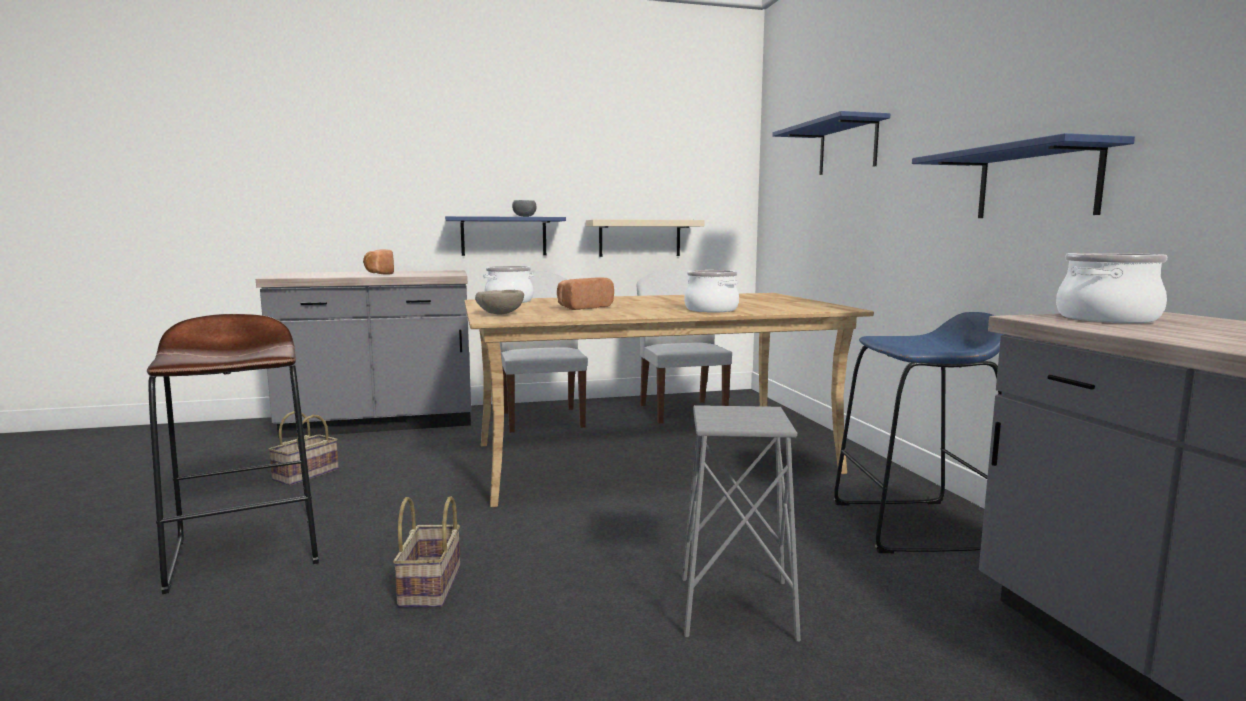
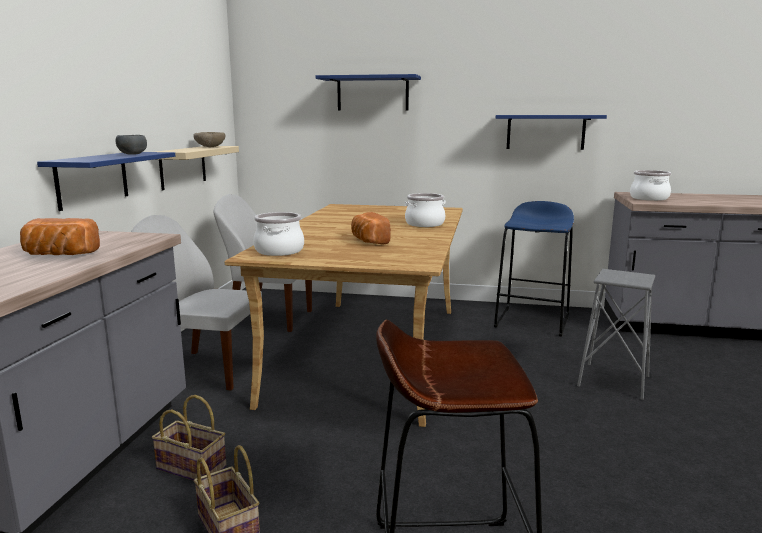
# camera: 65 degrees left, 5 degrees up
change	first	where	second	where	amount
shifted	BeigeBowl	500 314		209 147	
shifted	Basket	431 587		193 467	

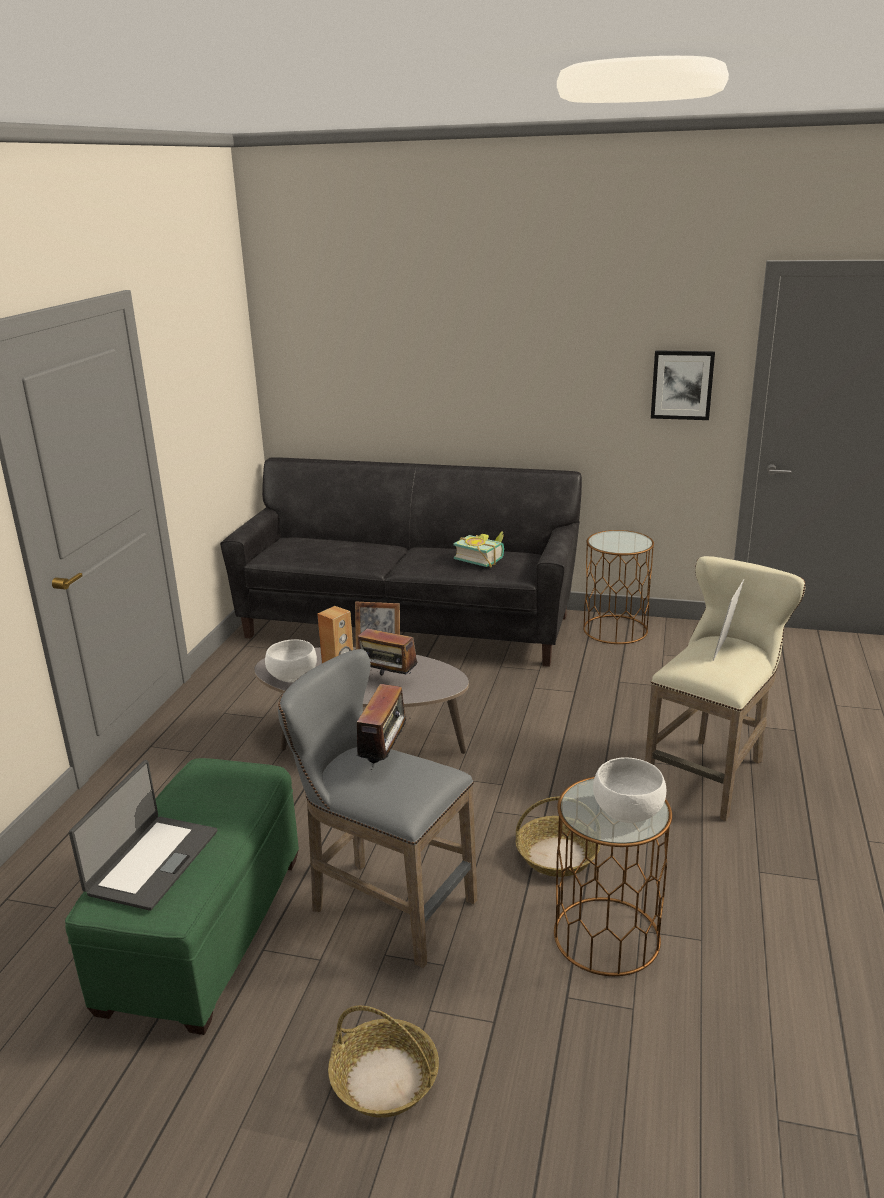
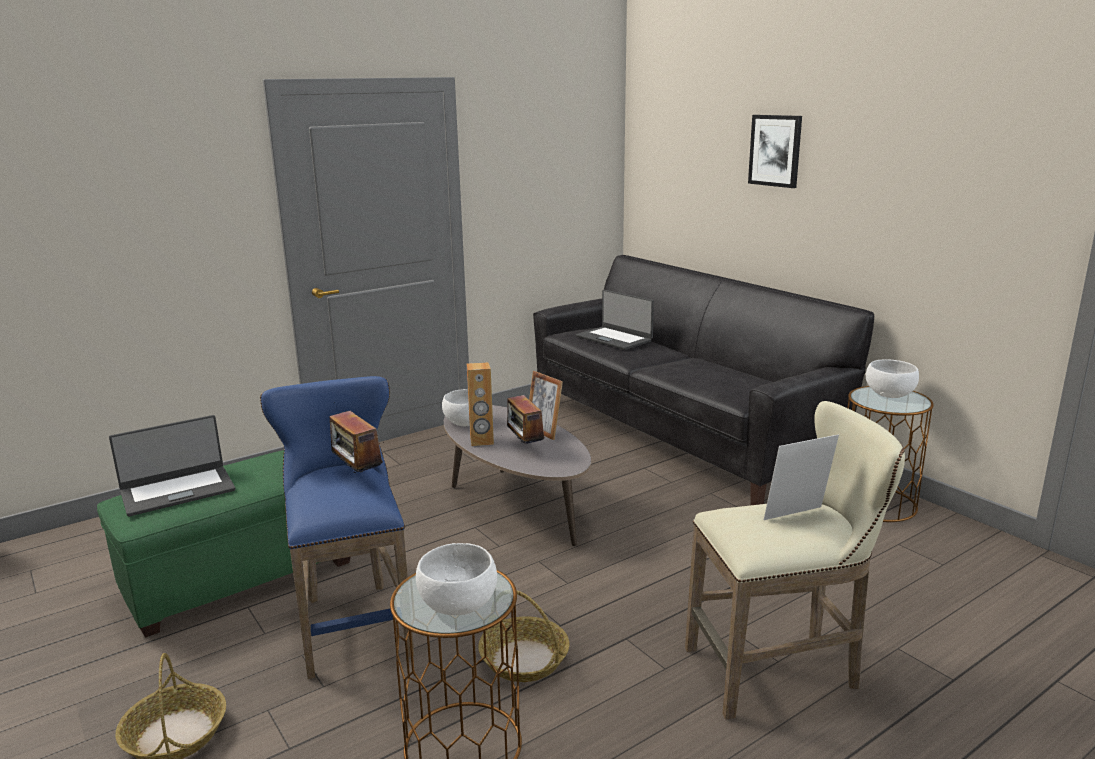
# camera: 40 degrees right, 5 degrees down
change	first	where	second	where	amount
shifted	Picture	682 385		775 150	
gone	Book	481 559			
repainted	GreyStool	384 905	BlueStool	353 622	
rotated	Radio	384 756		357 477	90 degrees clockwise
new			Laptop	614 338	
new			WhiteBowl	889 394	

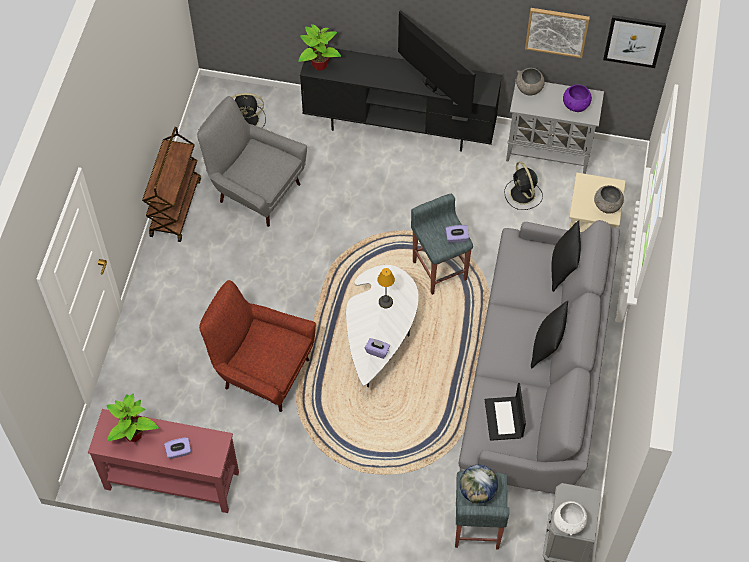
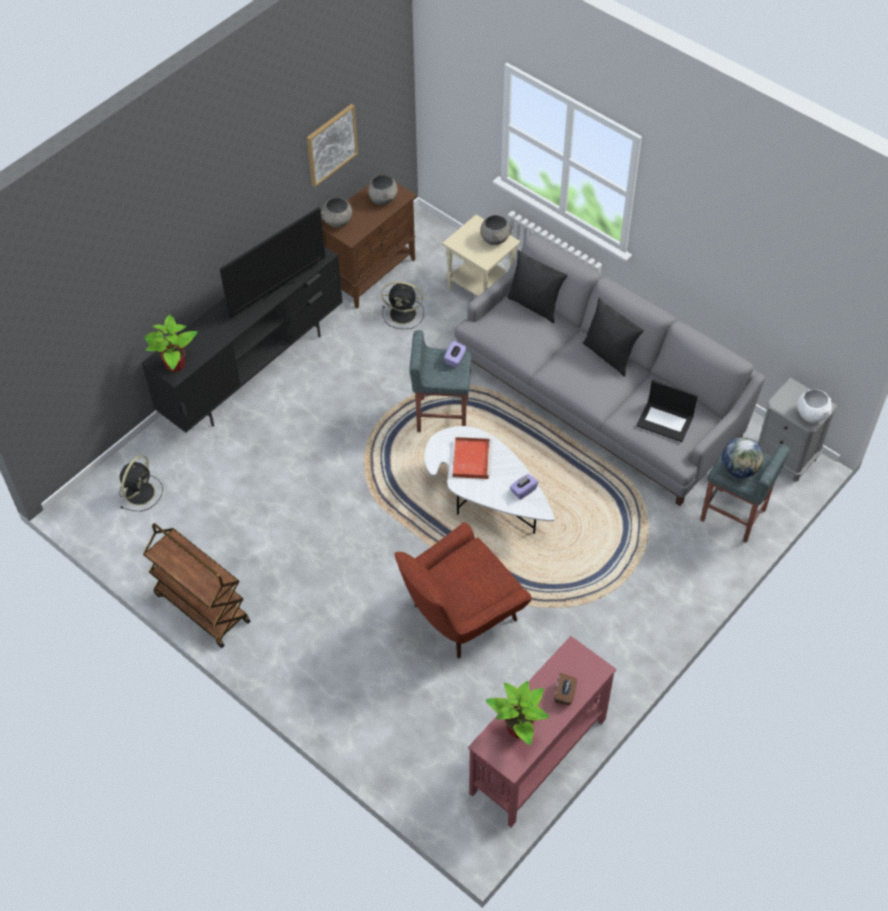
# camera: 60 degrees left, 5 degrees down
change	first	where	second	where	amount
rotated	Television	432 86		276 289	150 degrees clockwise
gone	Picture	634 40			
repainted	GreyCabinet	549 152	BrownCabinet	371 273	
repainted	PurpleBowl	576 106	GreyBowl	383 199	
gone	GreyArmchair	255 190			
swapped	TableLamp	385 301	RedTray	471 458	
repainted	PurpleTissueBox	179 452	BrownTissueBox	564 694	

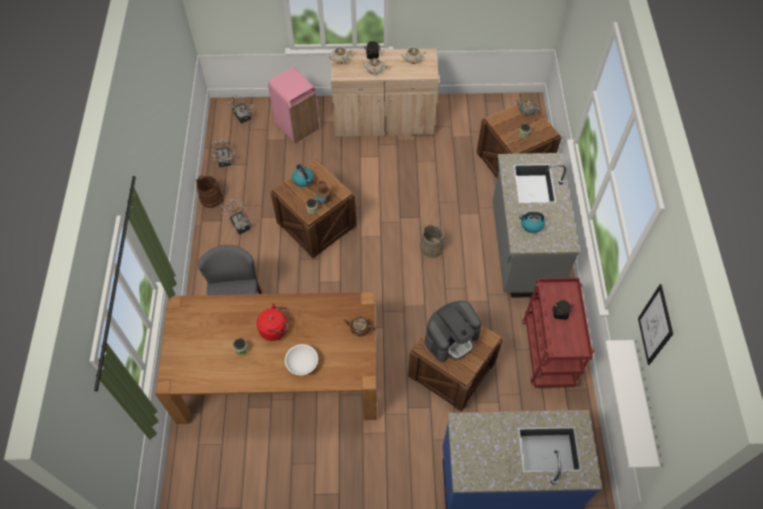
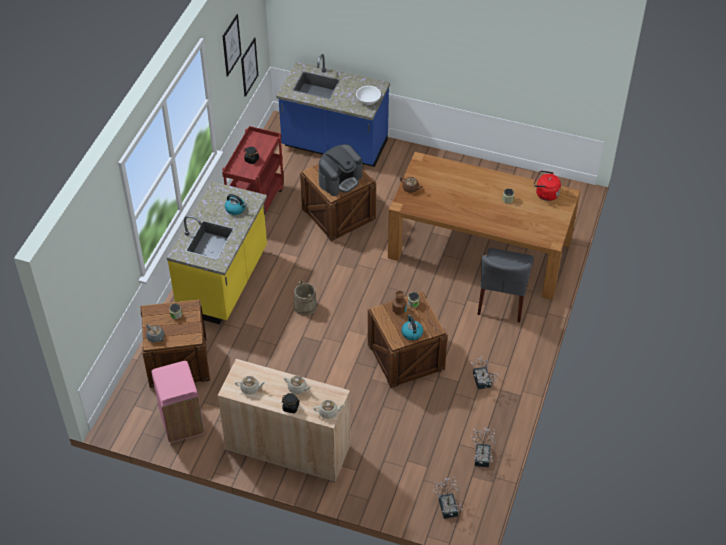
# camera: 160 degrees left, 10 degrees down
change	first	where	second	where	amount
shifted	PinkTrashCan	297 126		181 423	
repainted	GreyCounter	522 249	YellowCounter	224 281	
gone	BrownBucket	211 198			
rotated	CoffeeMachine	451 338		340 180	150 degrees clockwise
shifted	RedKettle	275 329		545 194	
swapped	WhiteShelf	641 405	Picture	249 67	
shifted	WhiteBowl	302 364		368 100	

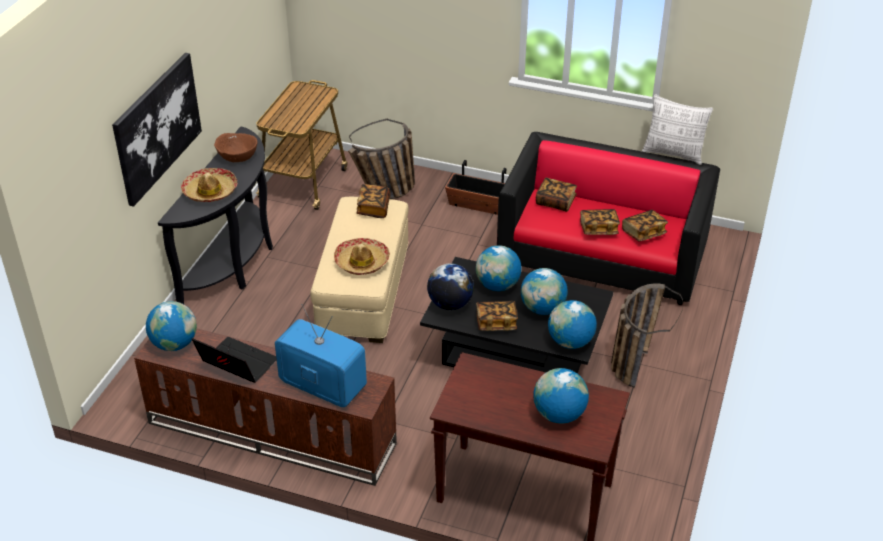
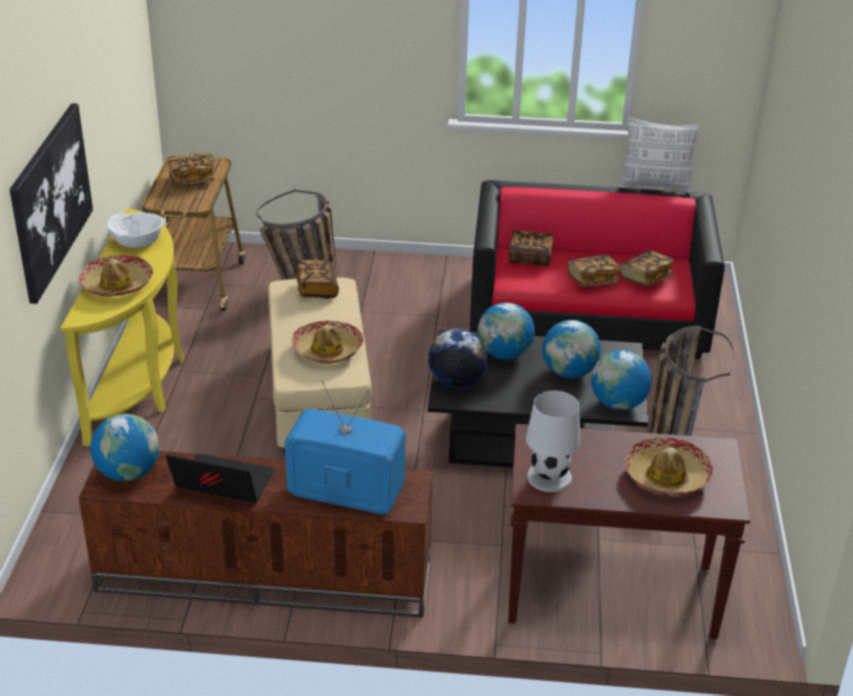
# camera: 15 degrees left, 5 degrees down
change	first	where	second	where	amount
repainted	BlackConsoleTable	235 263	YellowConsoleTable	141 384	
repainted	BrownBowl	237 156	WhiteBowl	137 241	
gone	Planter	478 205			
shifted	Book	496 323		192 180	
swapped	Globe	559 414	Hat	667 476	
new			WhiteTableLamp	549 476	

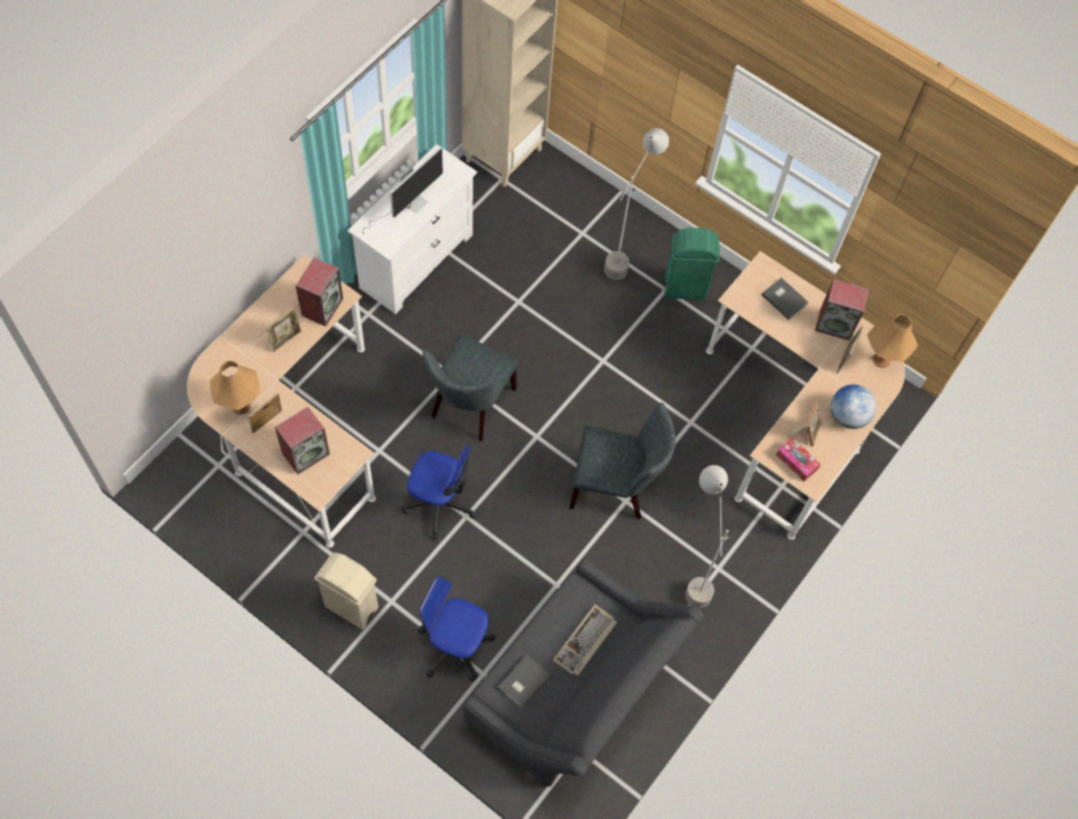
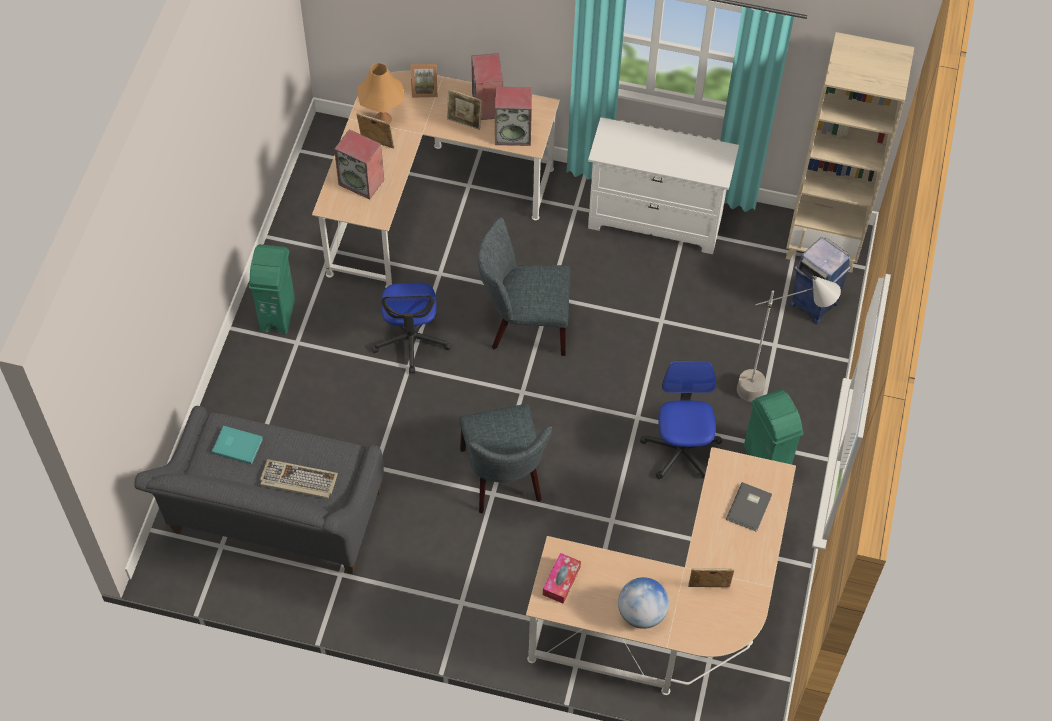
# camera: 70 degrees right, 5 degrees down
change	first	where	second	where	amount
gone	Monitor	407 205			
shifted	Speaker	835 324		488 105	
gone	OrangeTableLamp	881 360			
shifted	PictureFrame	806 431		424 89	
gone	GreyFloorLamp	692 574			
repainted	BeigeTrashCan	351 606	GreenTrashCan	278 314	
shifted	OfficeChair	455 645		681 450	
repainted	GreyBook	523 681	TurquoiseBook	237 445	
new			BlueTrashCan	813 303	

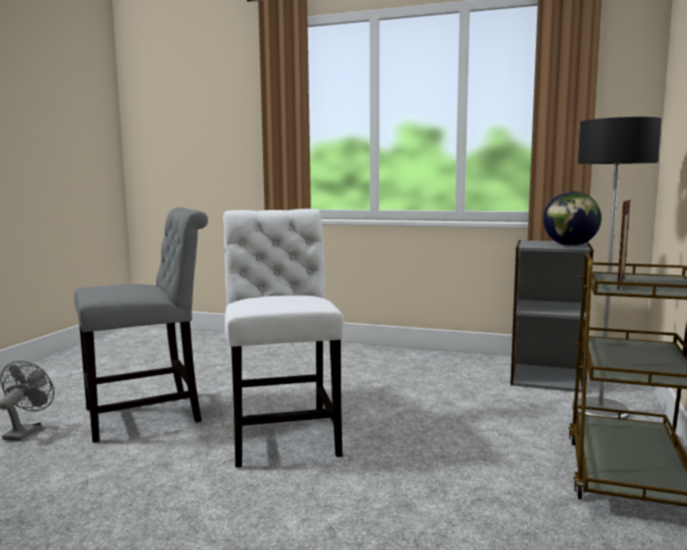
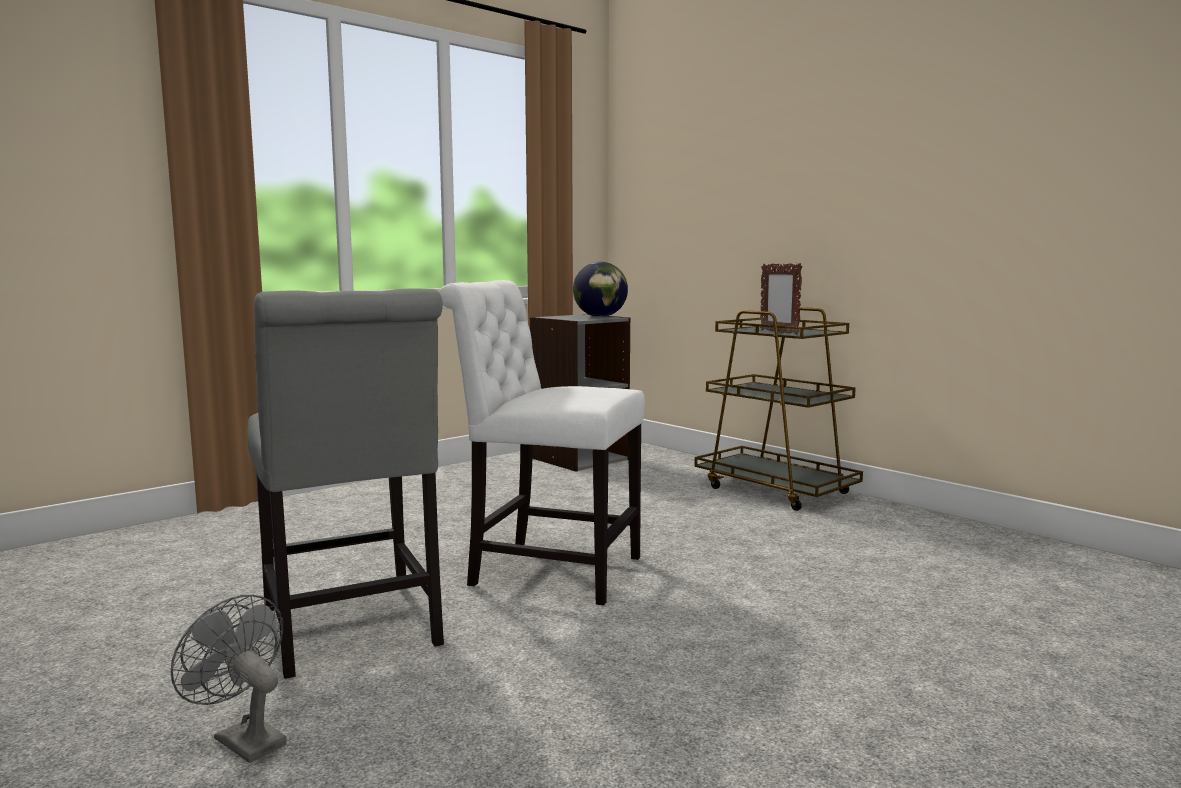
# camera: 60 degrees left, 0 degrees up
change	first	where	second	where	amount
gone	FloorLamp	600 411			
rotated	GreyChair	150 414		352 632	150 degrees clockwise

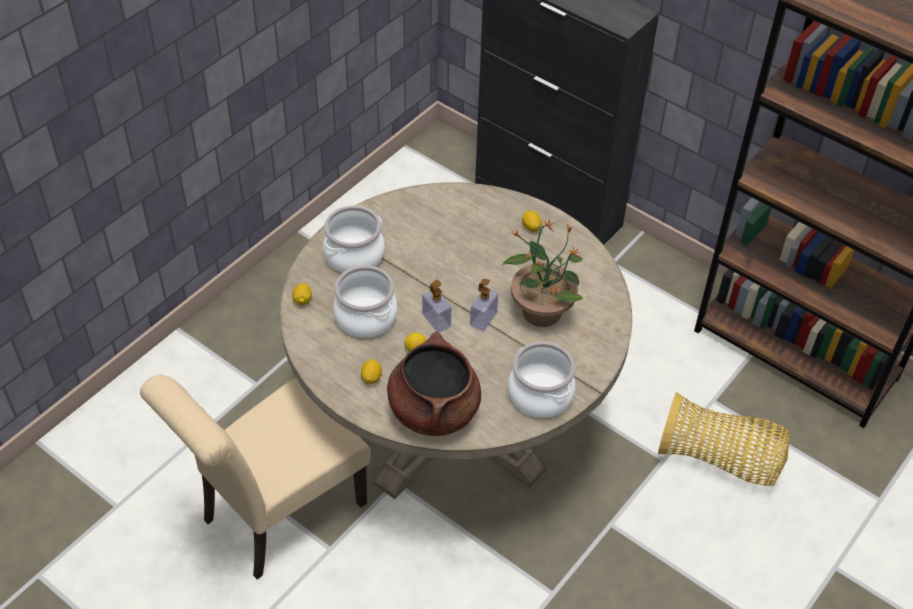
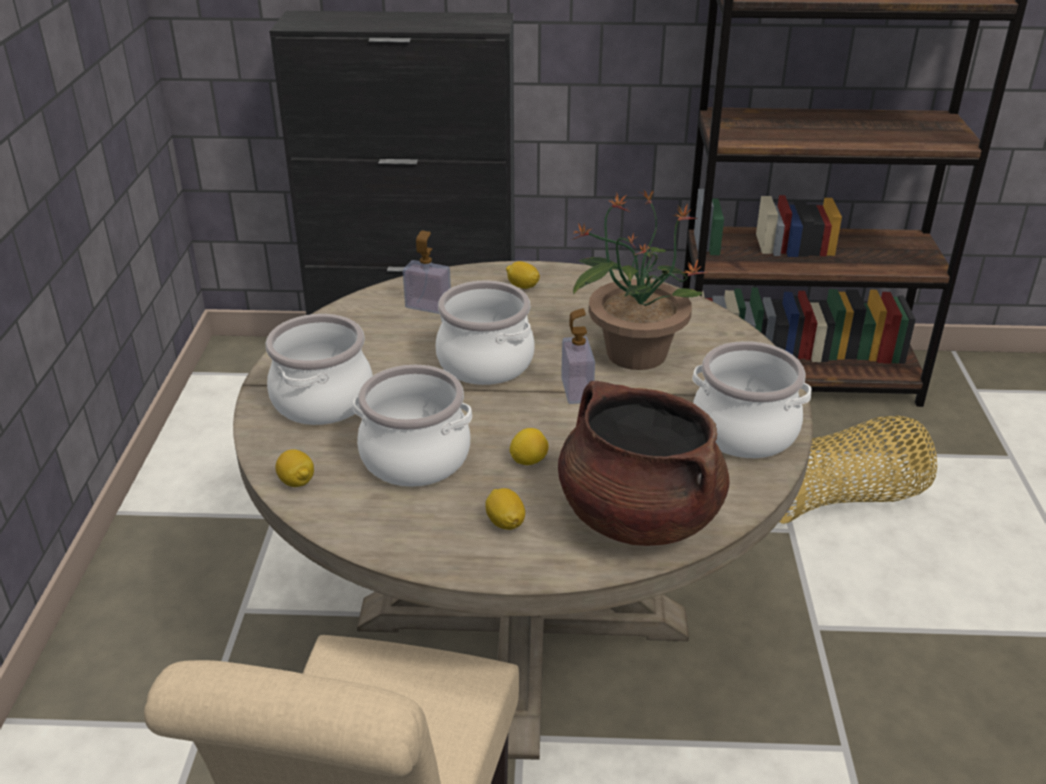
# camera: 35 degrees left, 15 degrees down
change	first	where	second	where	amount
shifted	SoapDispenser	436 320		428 306	
new			CookingPot	484 363	

